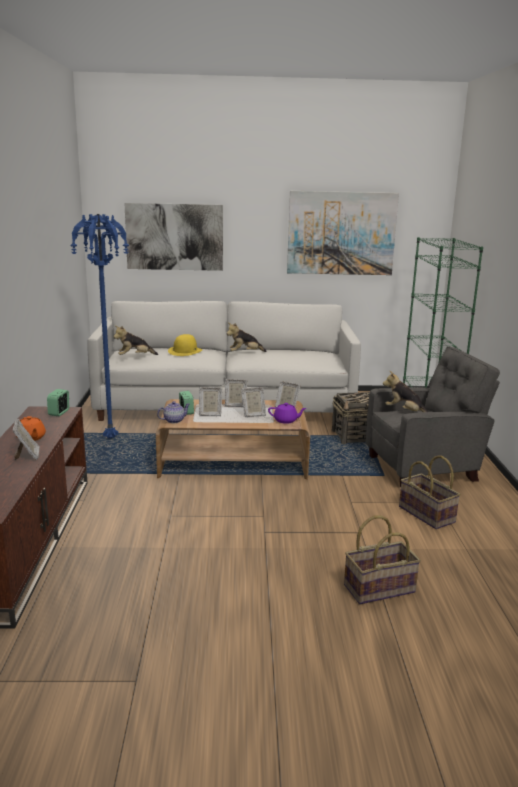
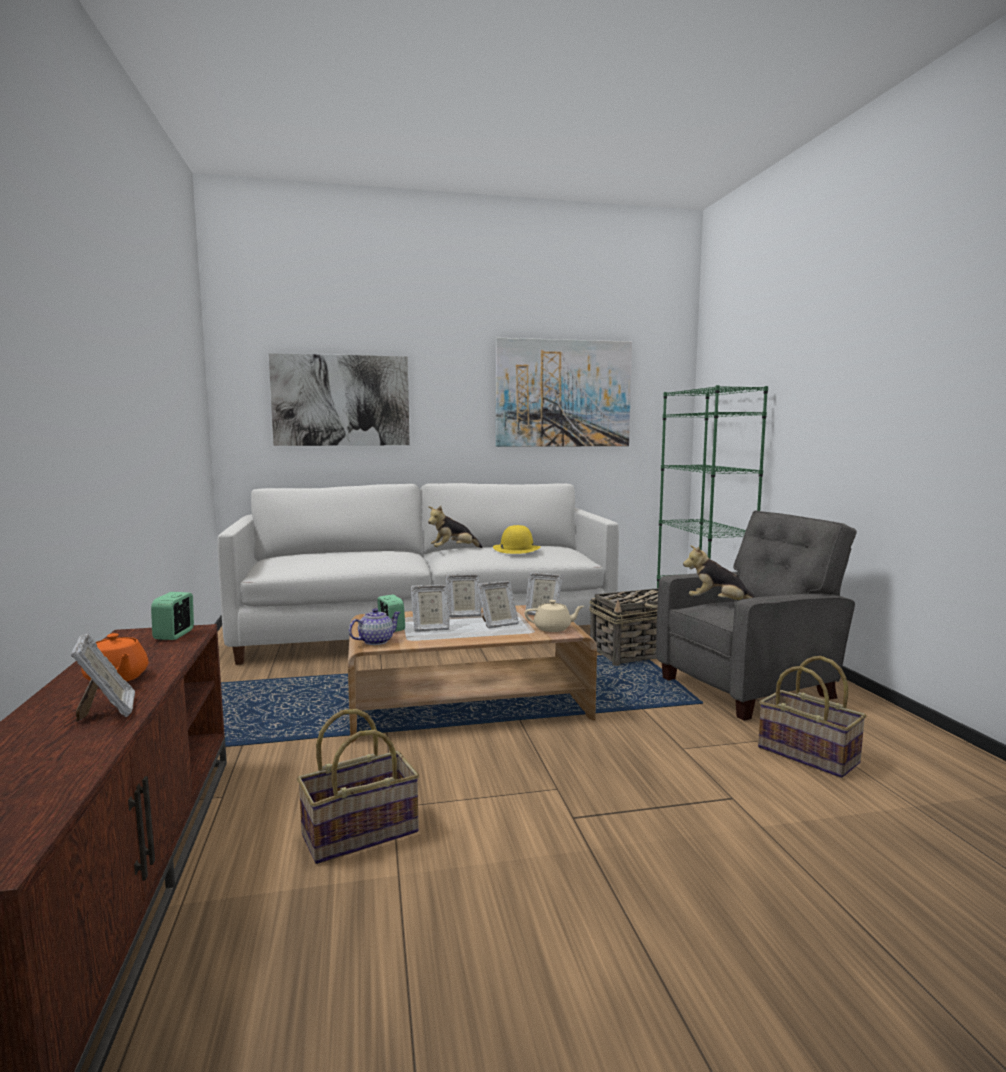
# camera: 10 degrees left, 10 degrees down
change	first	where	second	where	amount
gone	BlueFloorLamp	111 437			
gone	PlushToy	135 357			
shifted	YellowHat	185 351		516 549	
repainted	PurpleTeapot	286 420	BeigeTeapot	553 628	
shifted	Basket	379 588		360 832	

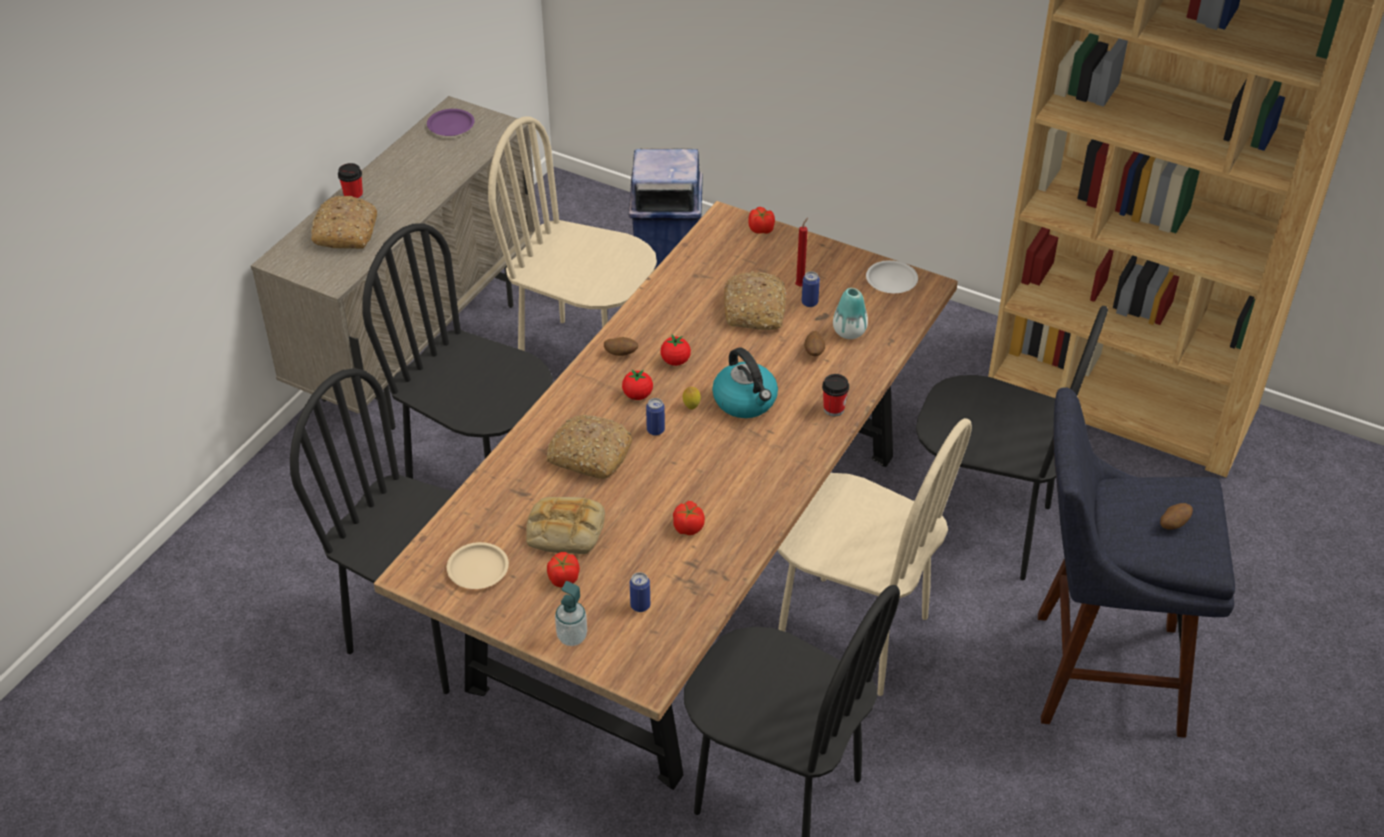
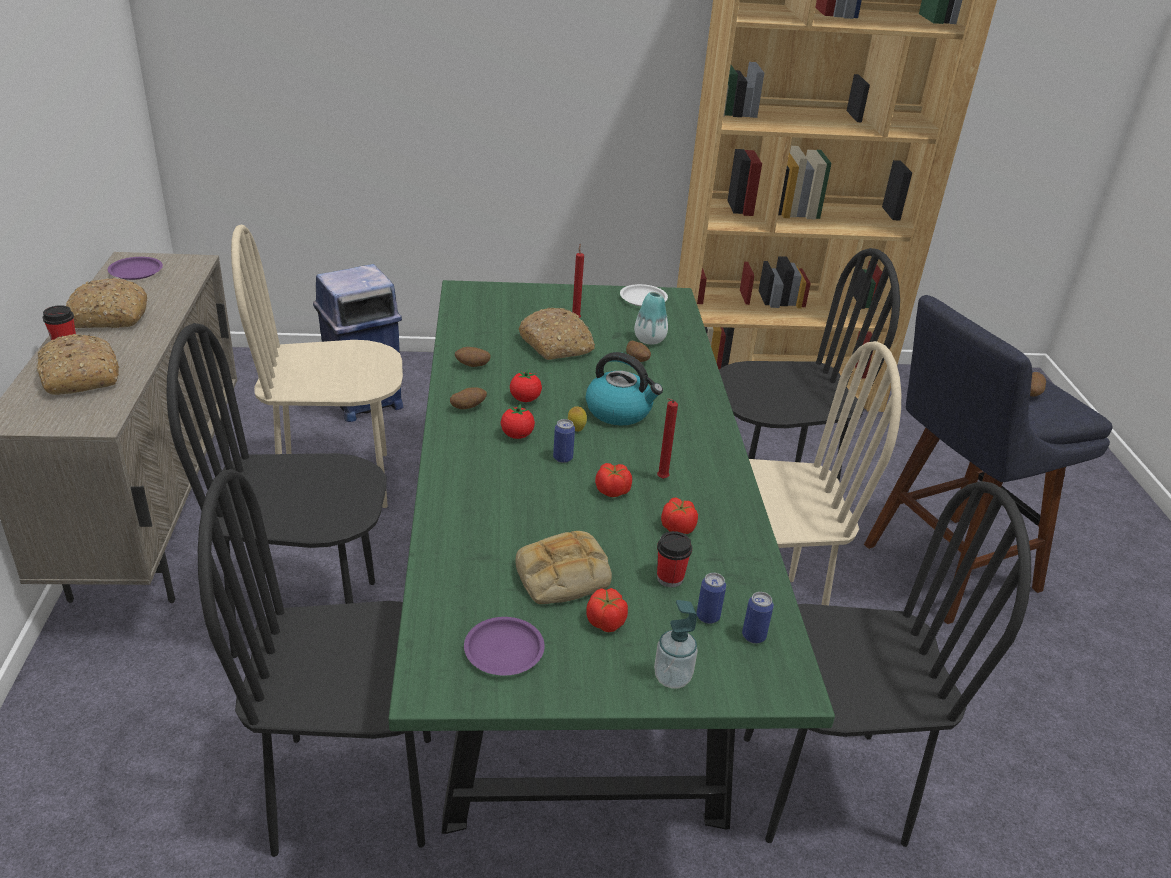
# camera: 35 degrees left, 10 degrees down
change	first	where	second	where	amount
repainted	BrownDiningTable	691 567	GreenDiningTable	570 615	
shifted	Tomato	761 229		612 491	
shifted	Can	809 302		753 636	
shifted	Cup	834 409		670 578	
shifted	Bread	589 455		108 317	
repainted	BeigePlate	478 569	PurplePlate	504 651	
new			Potato	472 366	
new			RedCandle	661 479	

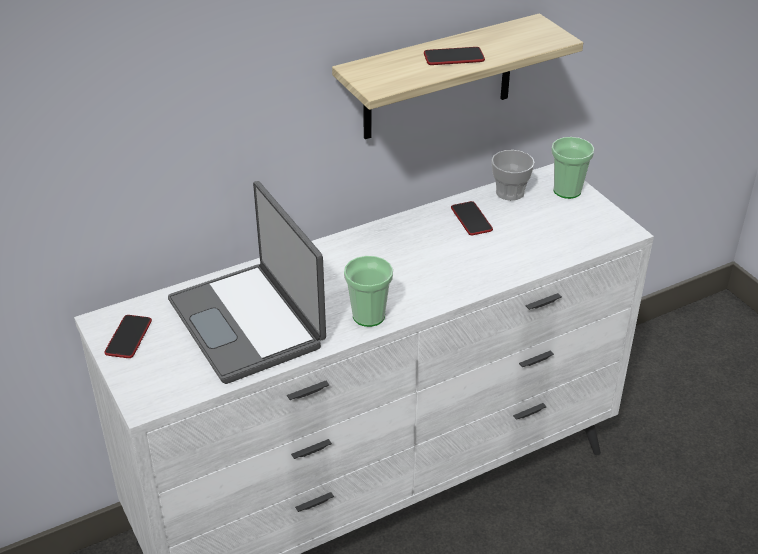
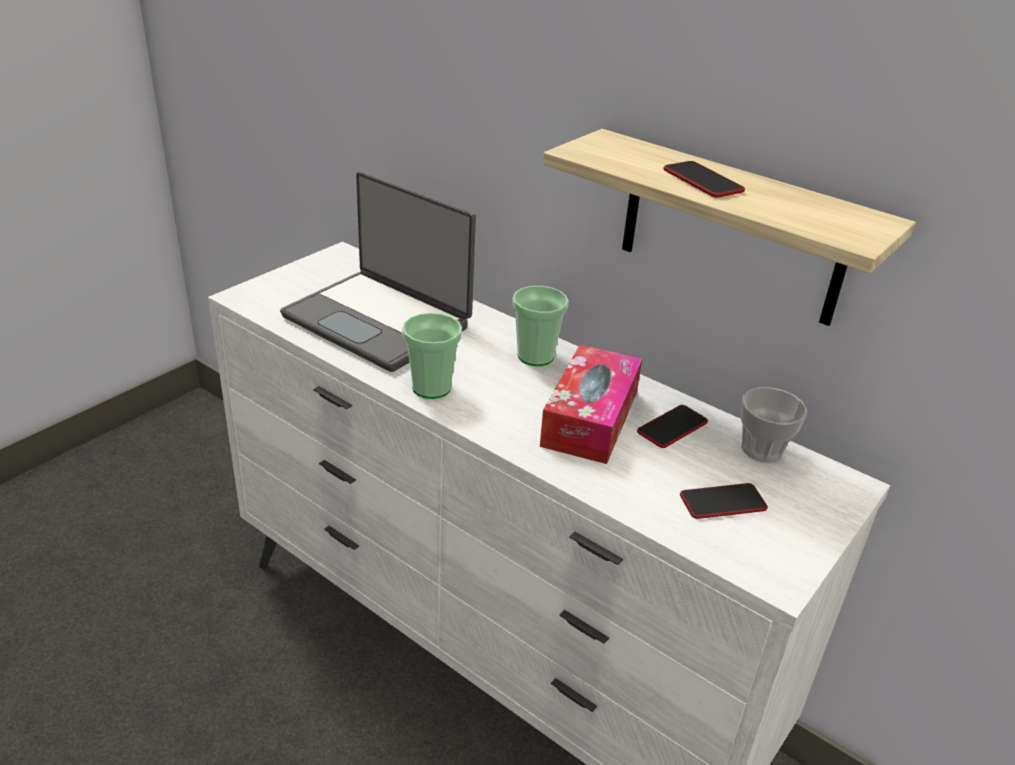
# camera: 65 degrees right, 5 degrees down
change	first	where	second	where	amount
shifted	Cup	567 190		535 356	
rotated	Laptop	249 323		379 321	90 degrees counterclockwise
shifted	Phone	128 337		722 502	
new			TissueBox	590 418	

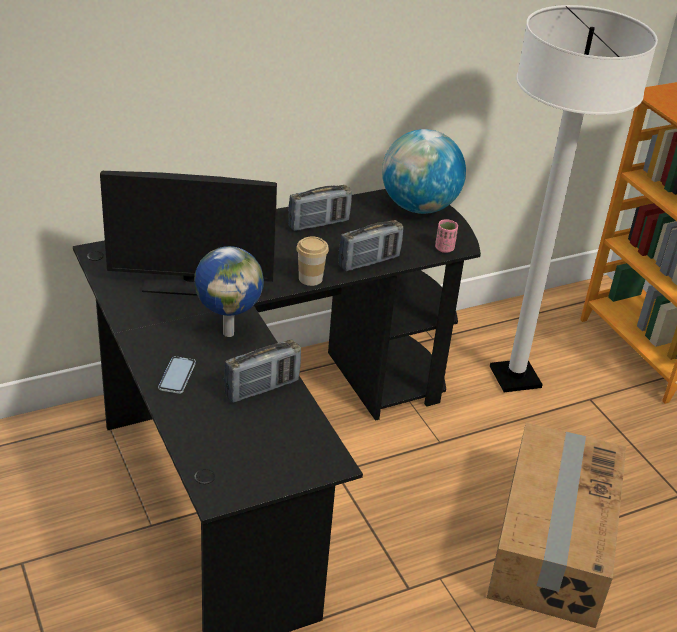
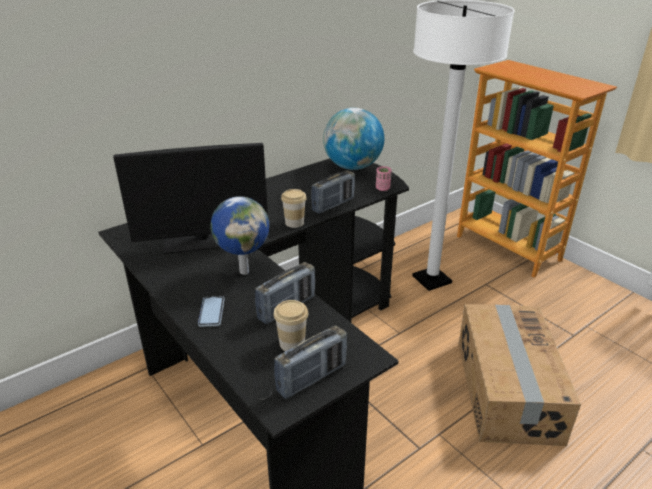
# camera: 10 degrees left, 5 degrees down
change	first	where	second	where	amount
shifted	Radio	318 224		312 378	
new			Cup	292 343	

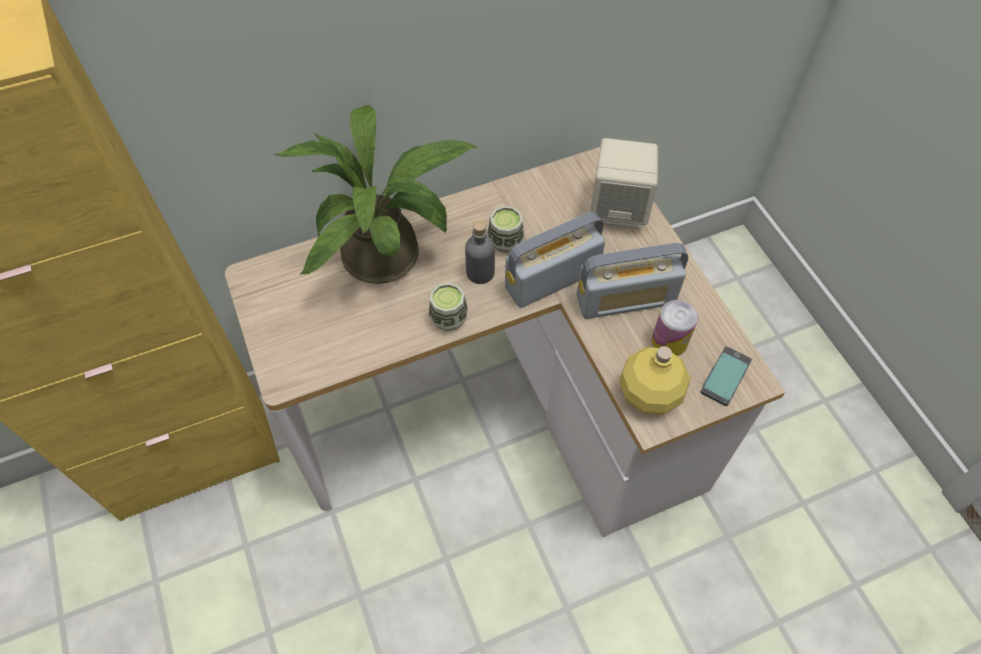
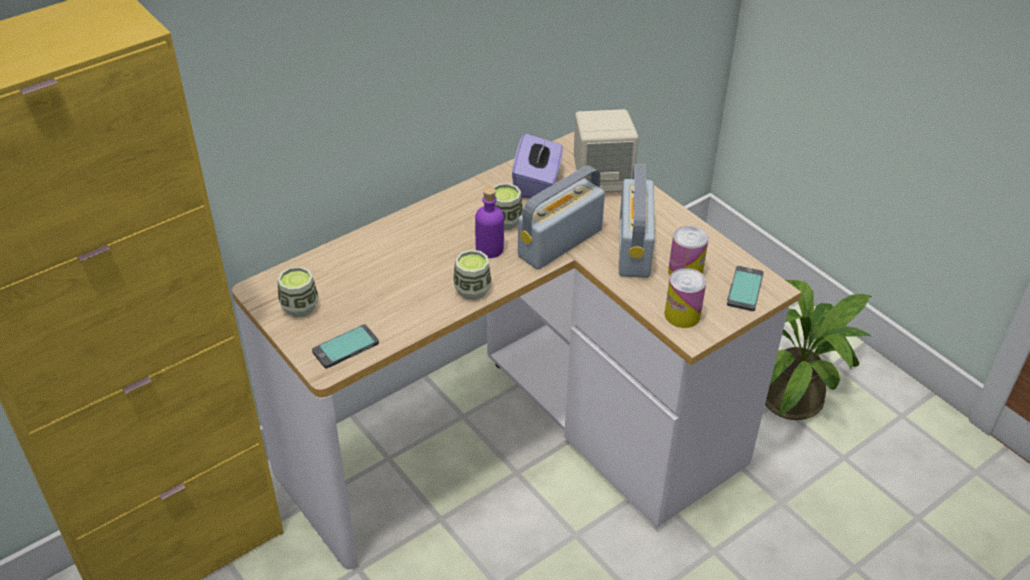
# camera: 15 degrees left, 15 degrees down
change	first	where	second	where	amount
shifted	PottedPlant	391 256		798 397	
repainted	GreyBottle	480 273	PurpleBottle	489 249	
rotated	Radio	626 300		634 247	120 degrees clockwise
swapped	YellowBottle	649 395	Can	682 315	
new			PurpleTissueBox	537 183	
new			Cup	300 306	
new			Phone	346 347	

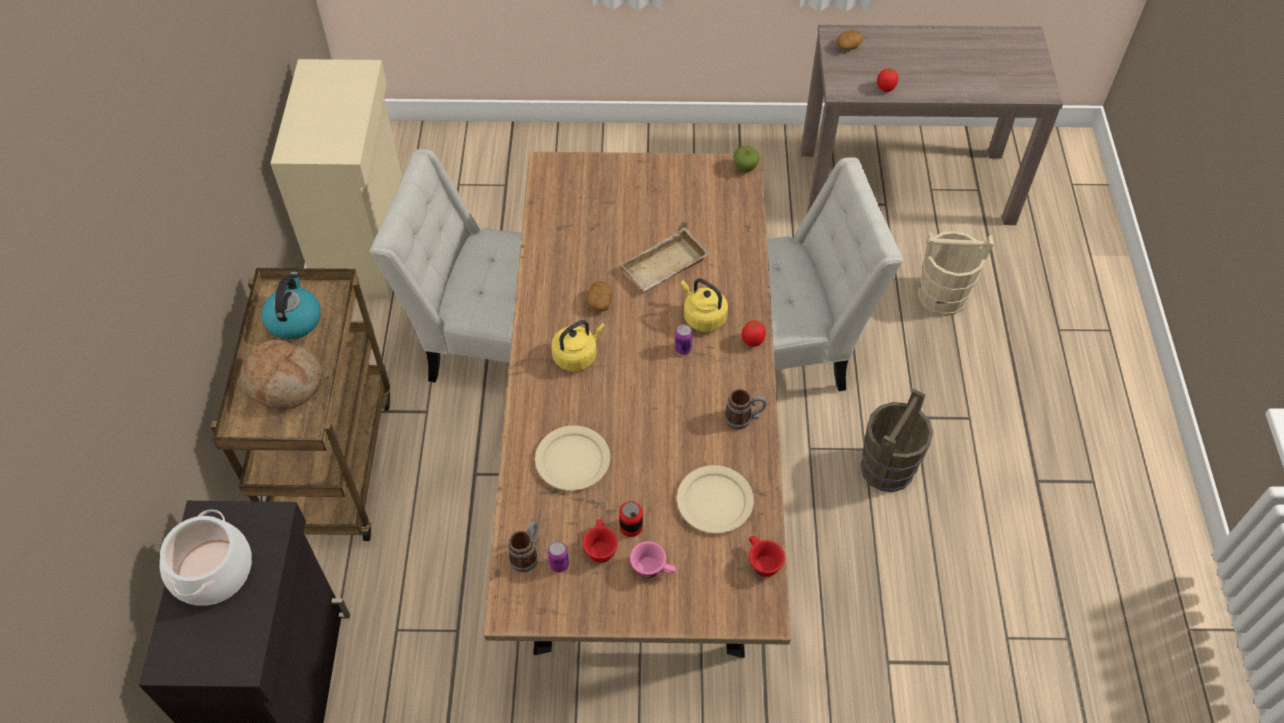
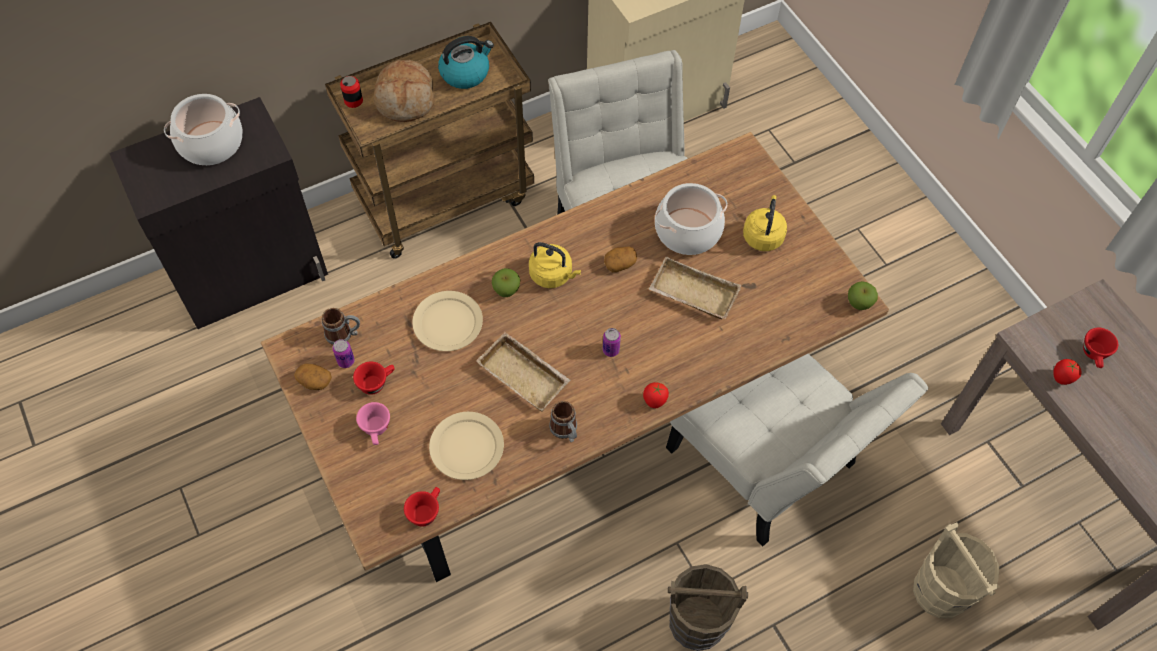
# camera: 60 degrees right, 5 degrees up
change	first	where	second	where	amount
shifted	Potato	848 46		314 381	
shifted	YellowKettle	702 317		763 235	
shifted	Can	631 527		353 101	
new			CookingPot	687 232	
new			Apple	506 290	
new			RedCup	1094 355	
new			BeigeTray	526 375	

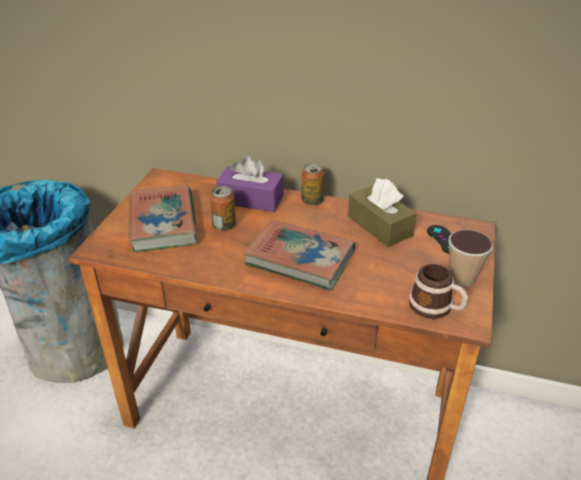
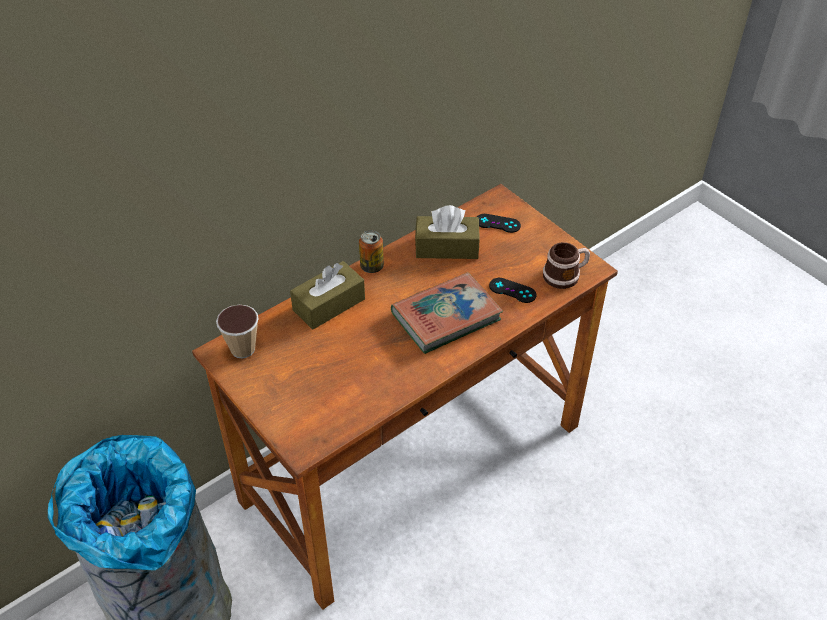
# camera: 55 degrees left, 10 degrees up
change	first	where	second	where	amount
repainted	PurpleTissueBox	251 199	BrownTissueBox	329 304	
gone	Book	163 223			
gone	Can	224 225			
shifted	Cup	462 278		243 349	
new			BlackGameController	512 290	

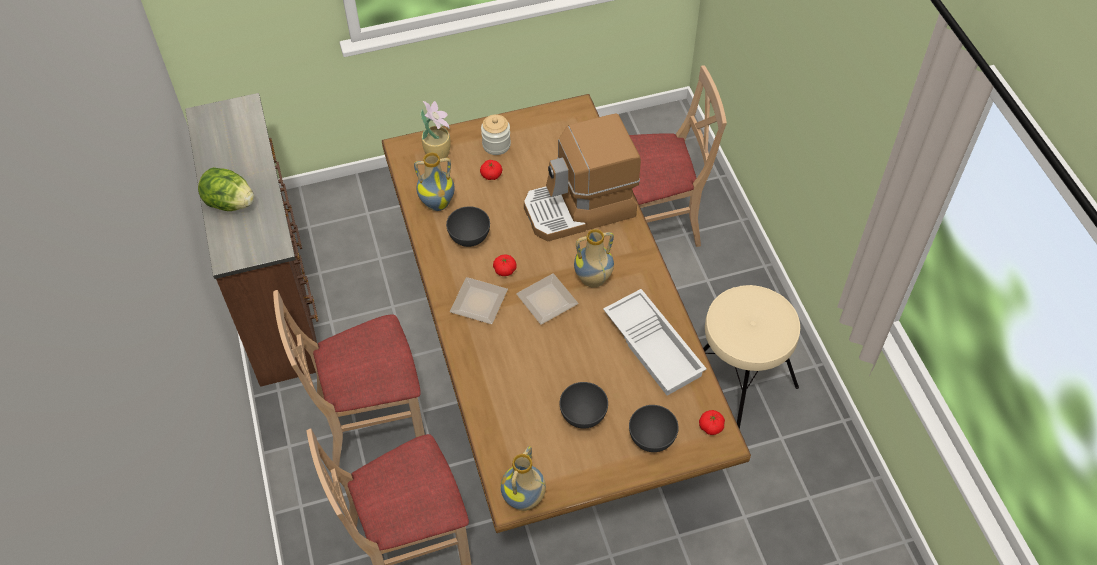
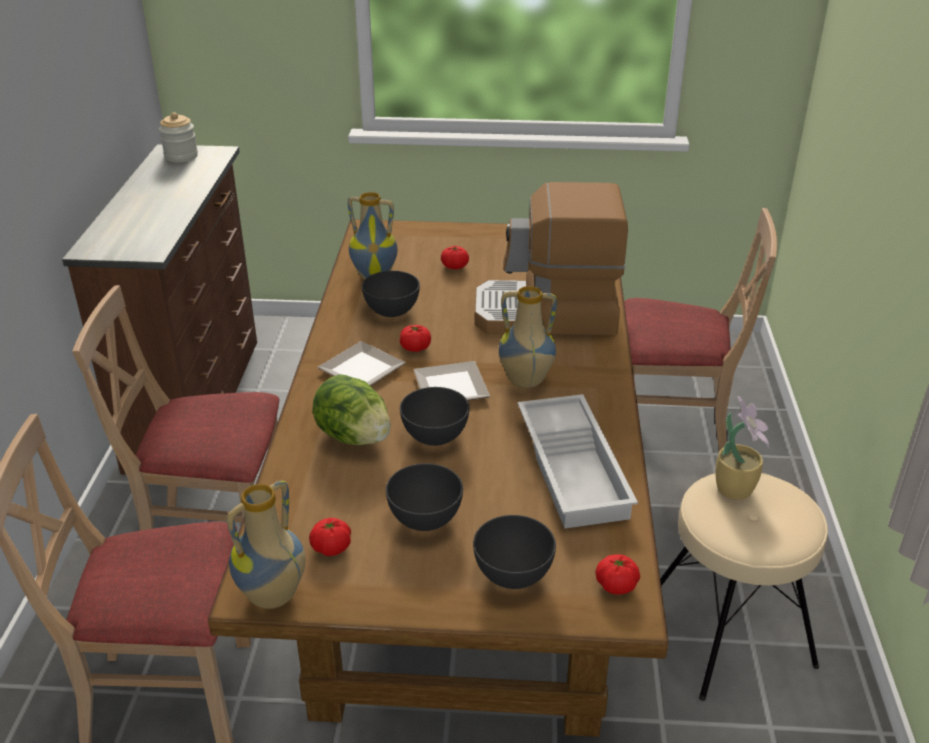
# camera: 20 degrees right, 20 degrees down
change	first	where	second	where	amount
shifted	PottedPlant	438 153		735 488	
shifted	Jar	496 145		181 156	
shifted	Lettuce	230 203		354 436	
new			GreyBowl	434 436	
new			Tomato	331 547	

